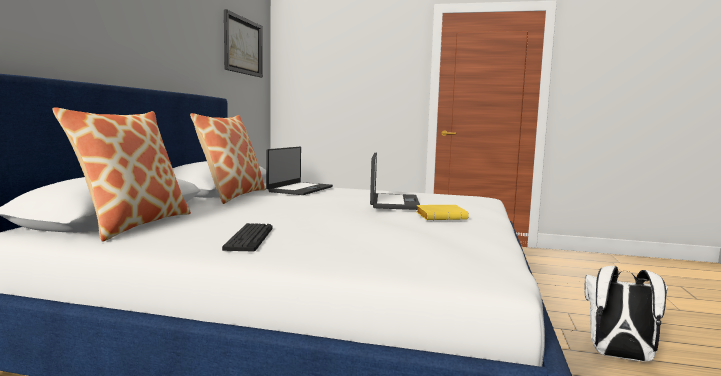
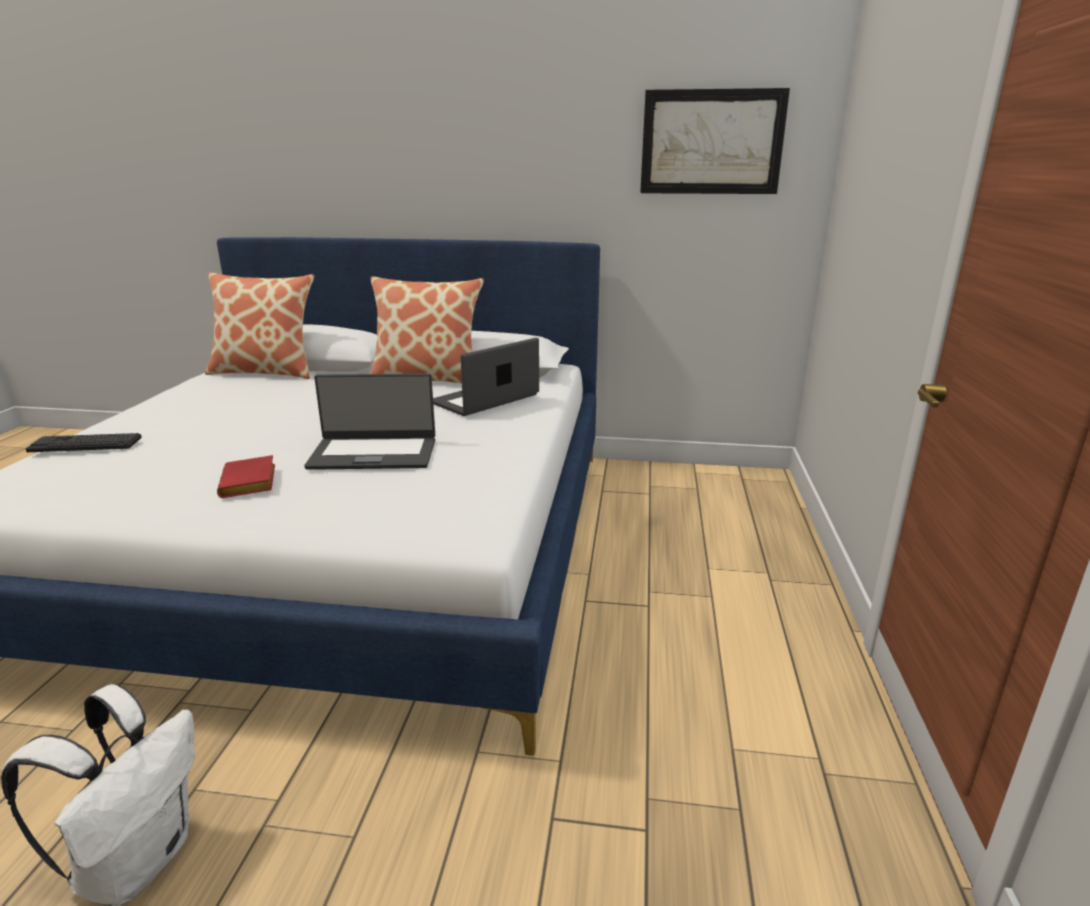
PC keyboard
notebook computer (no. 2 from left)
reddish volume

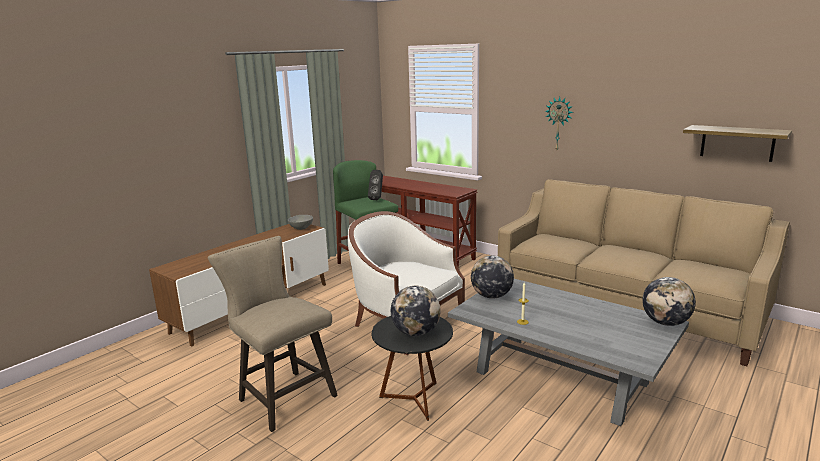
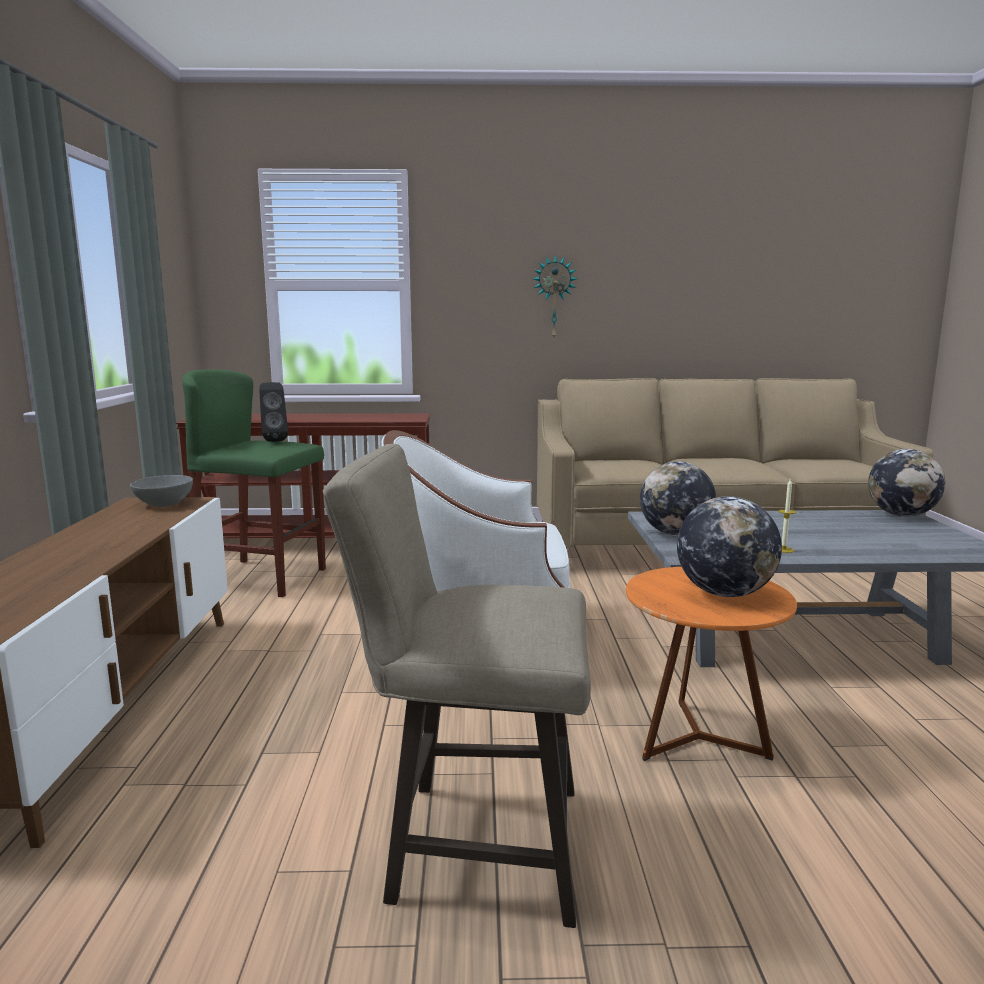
orangey accent table
shelf

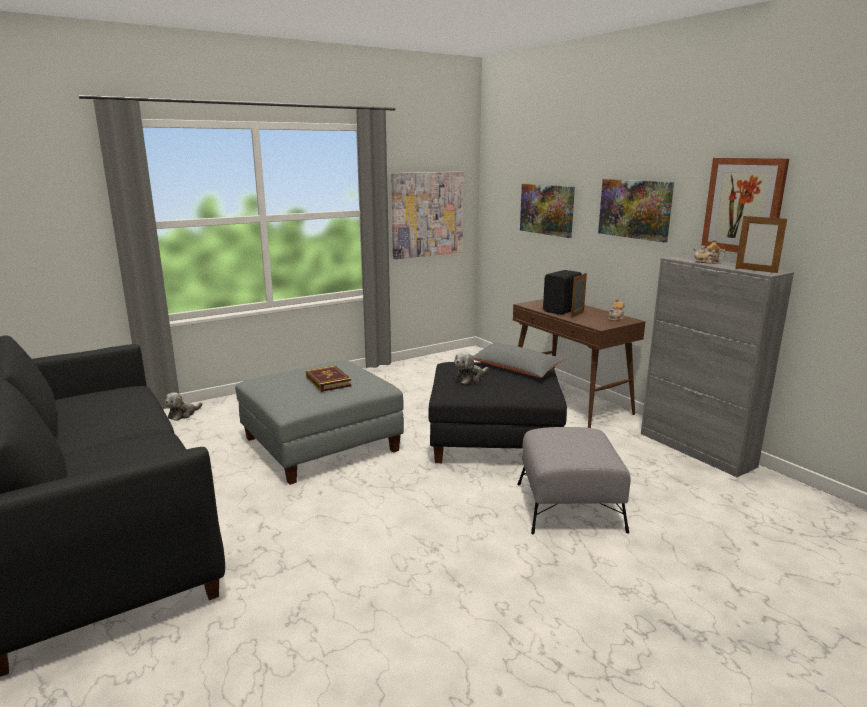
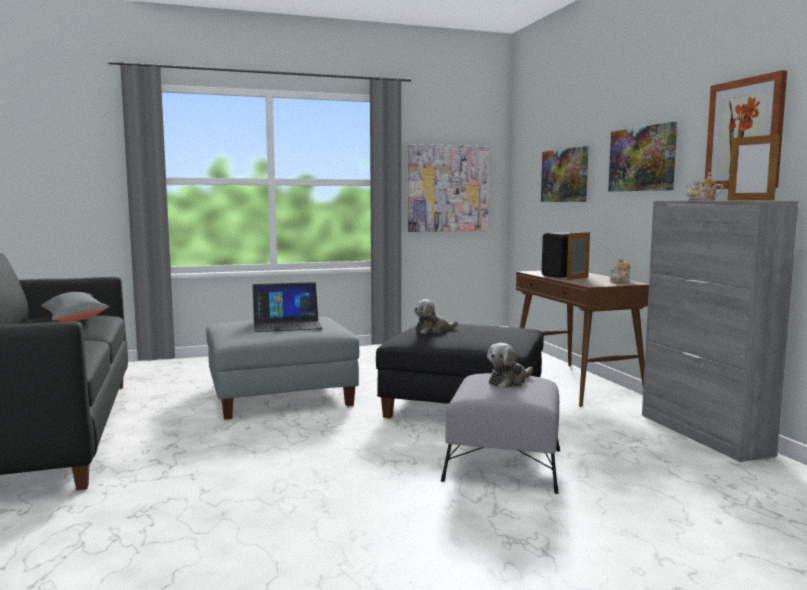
soft toy (no. 2 from left)
notebook computer
greyish cushion

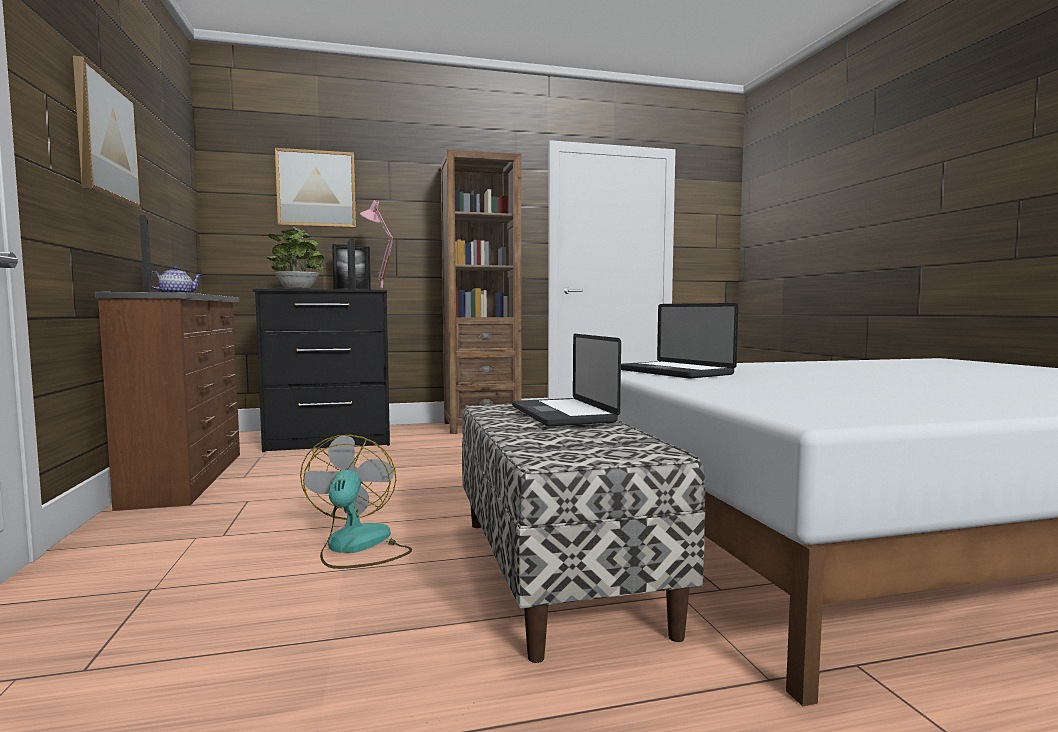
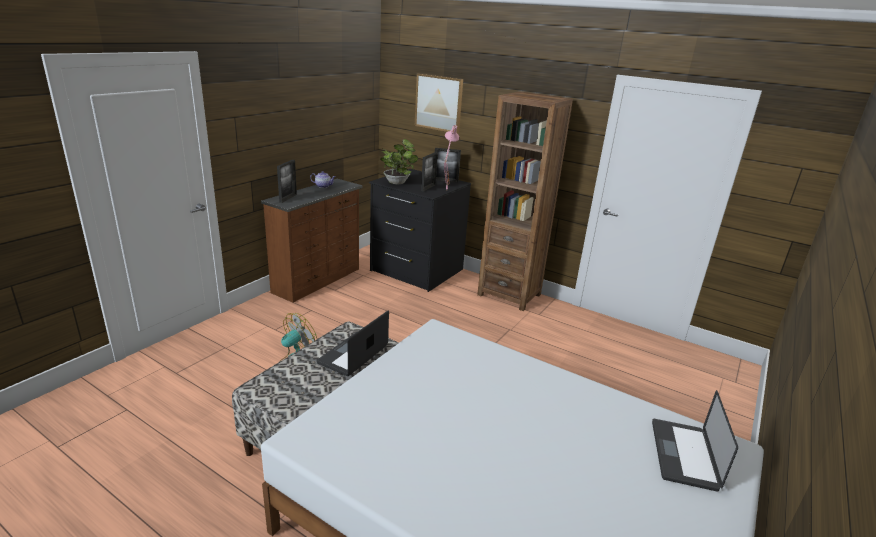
wall picture (no. 1 from left in the first image)
notebook computer (no. 2 from left)

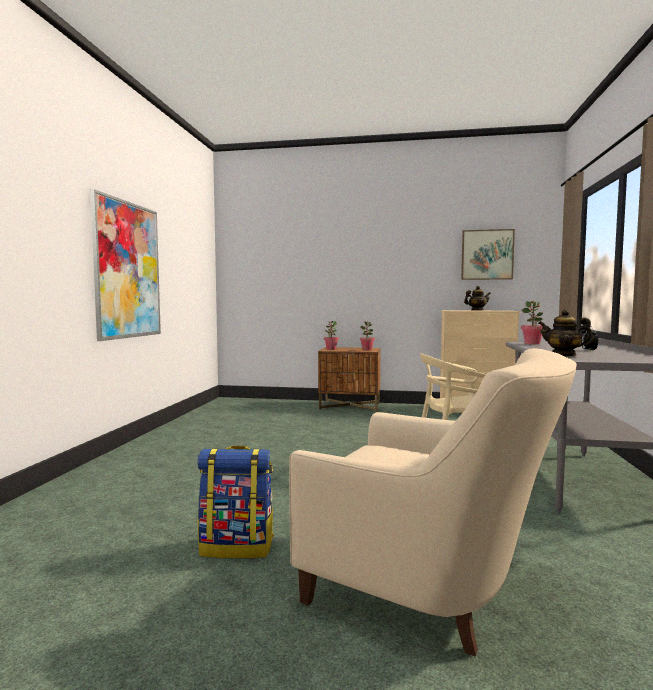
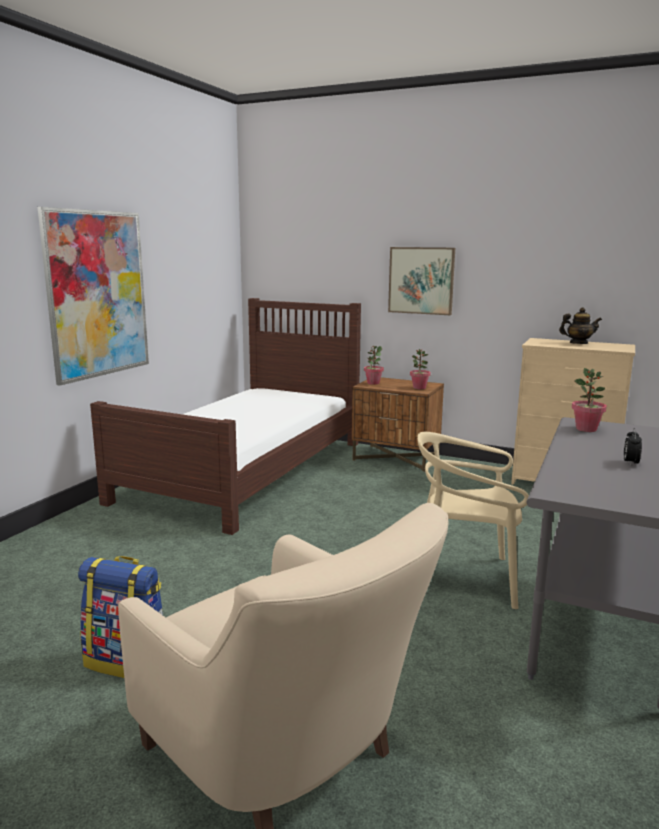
wall picture (no. 2 from left)
teapot (no. 2 from left in the first image)
brown-coloured bedroom bed

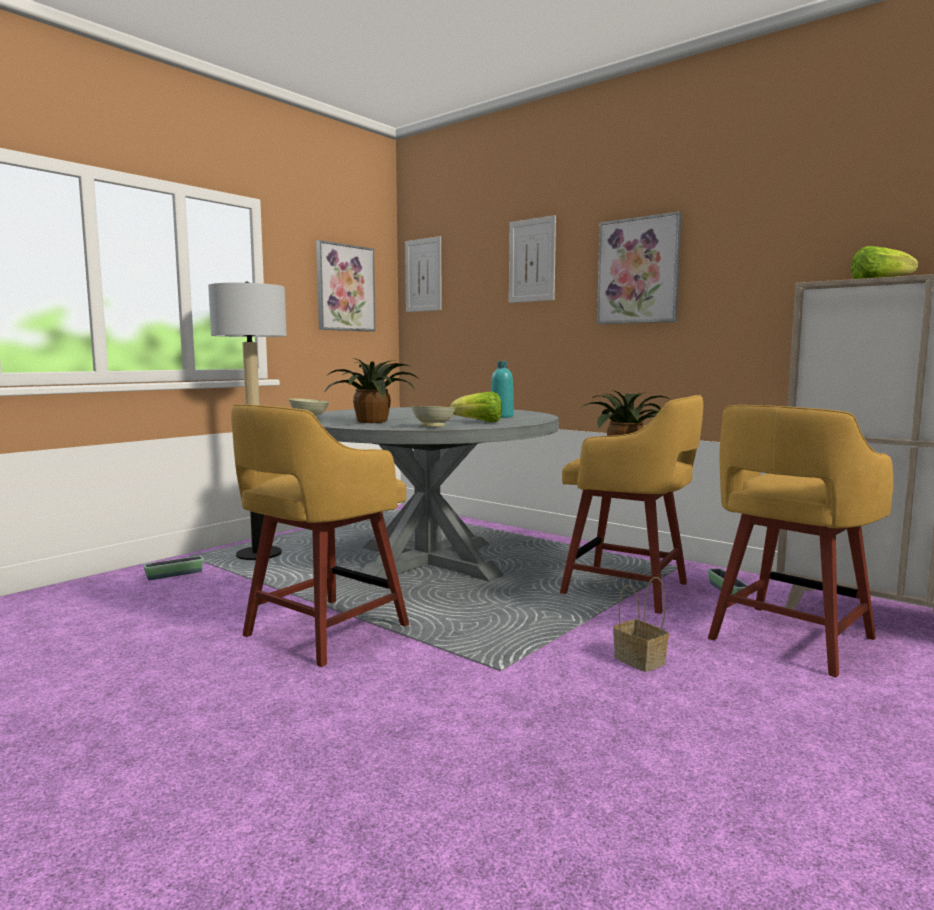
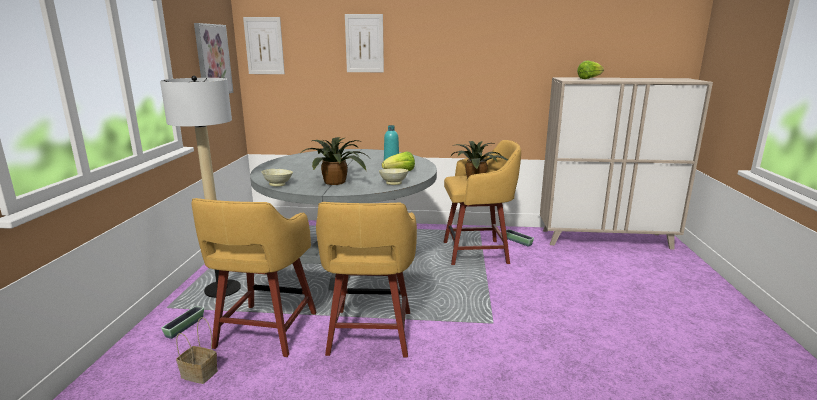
wall picture (no. 4 from left in the first image)
household basket
yellowish stool (no. 1 from left)

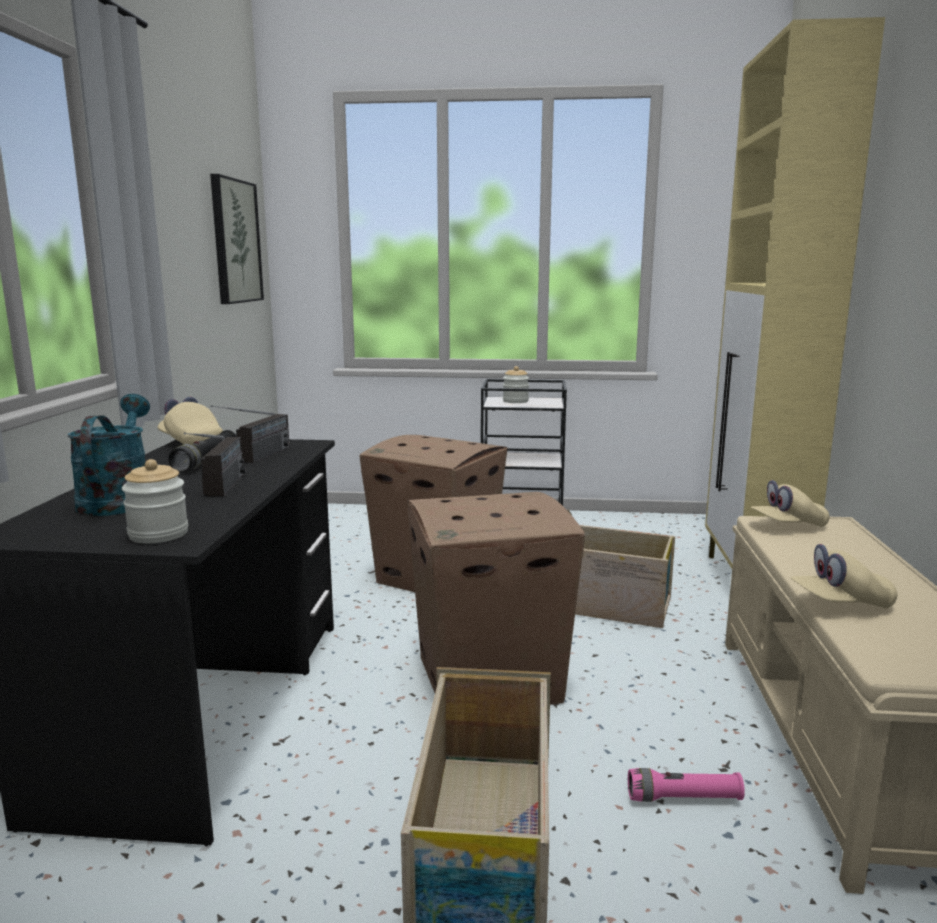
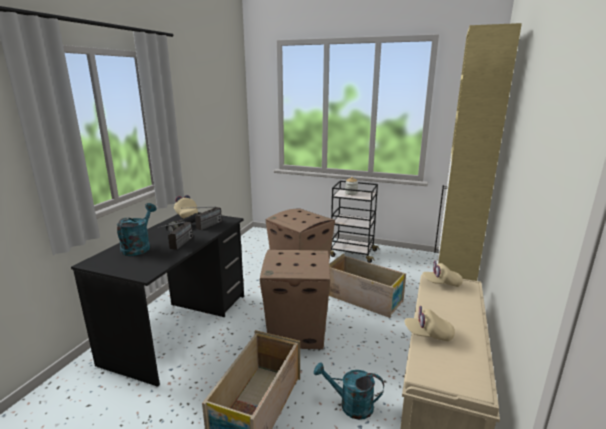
preserve jar (no. 1 from left in the first image)
wall picture
blue-green sprinkling can (no. 2 from left)

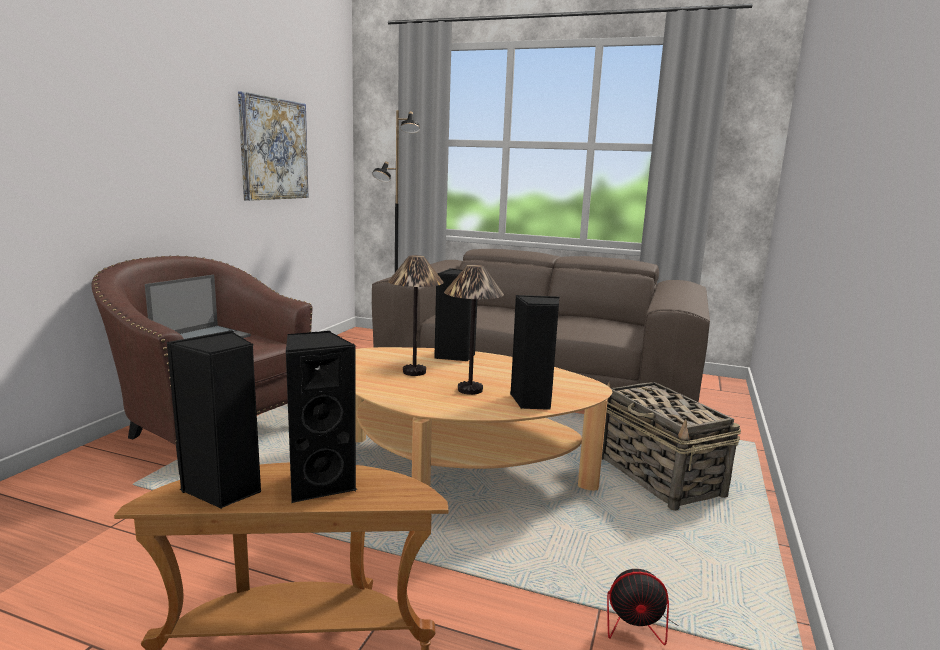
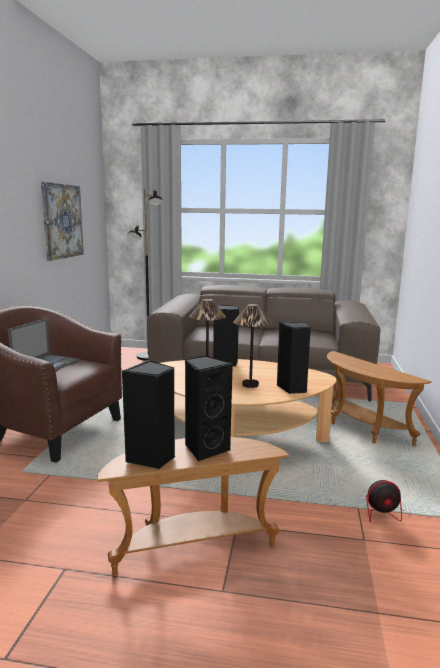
brown-coloured accent table (no. 2 from left)

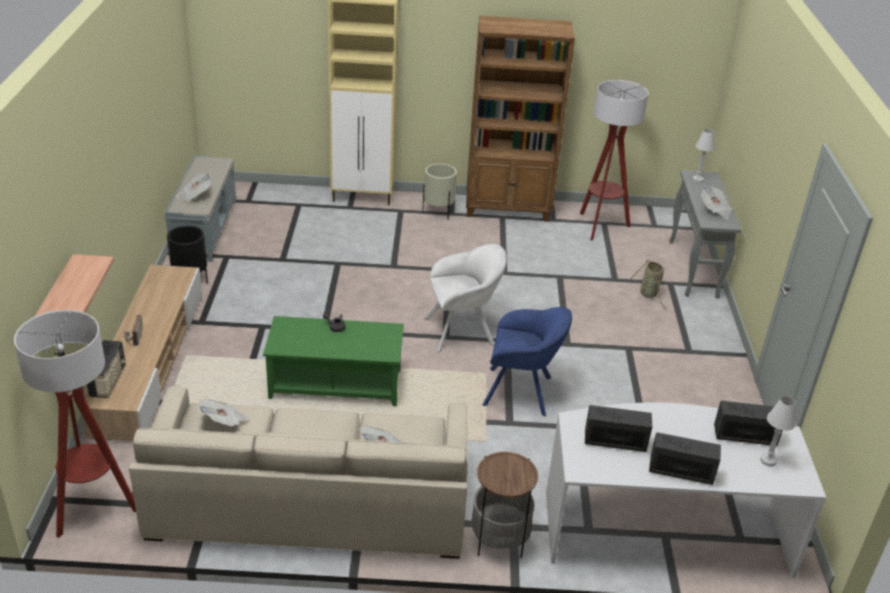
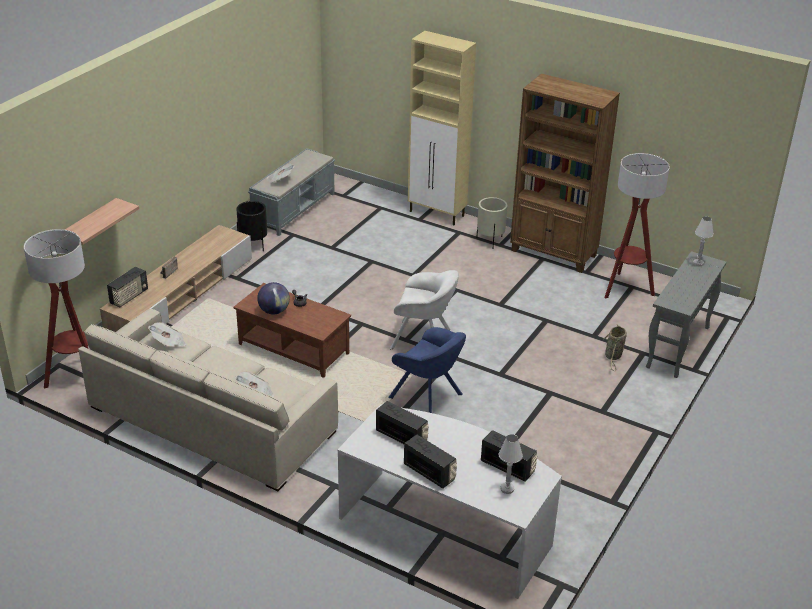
brown-coloured lounge table
accent table
printed paper (no. 4 from left in the first image)
globe

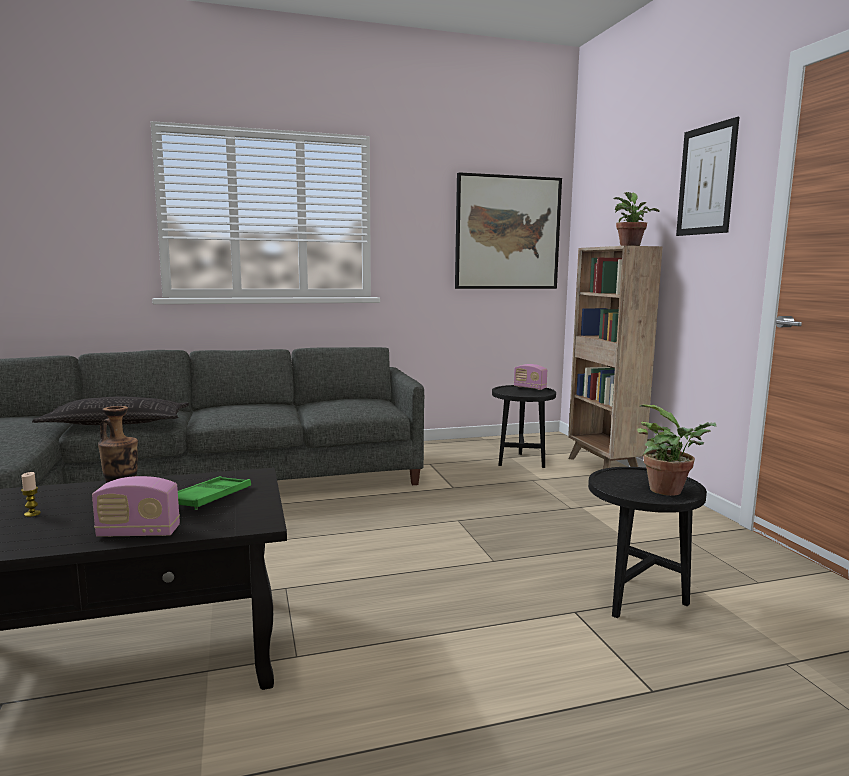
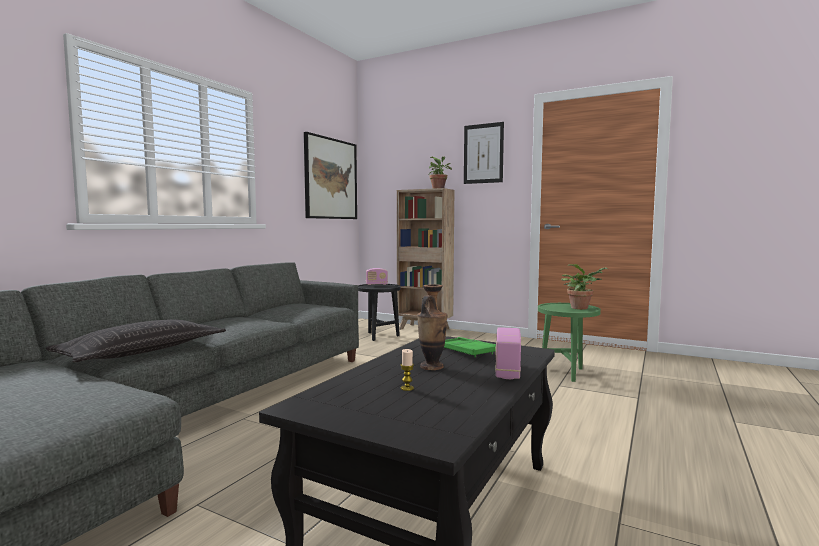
radio (no. 2 from left)
green-coloured accent table

